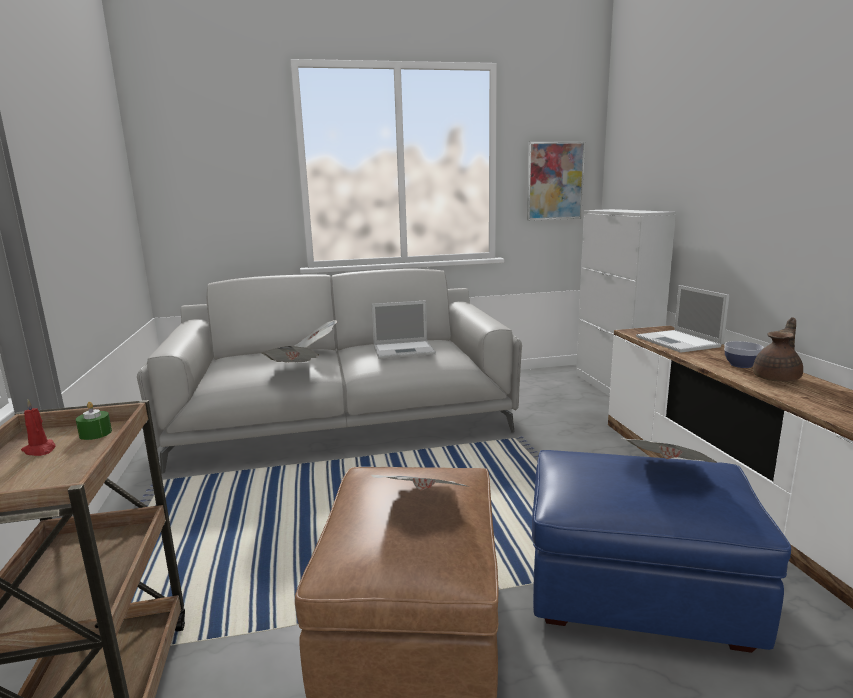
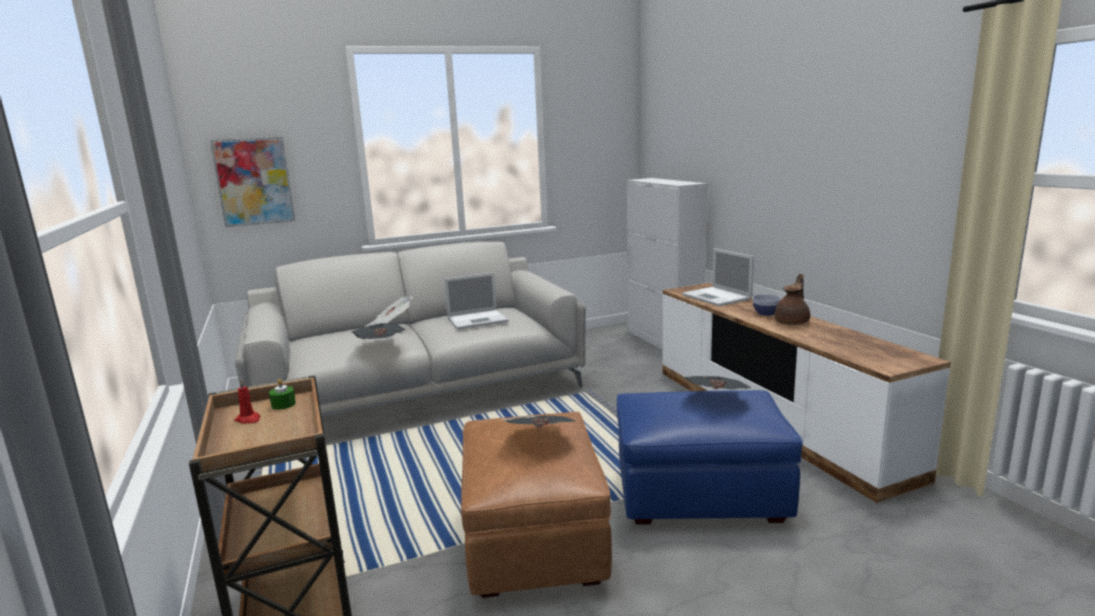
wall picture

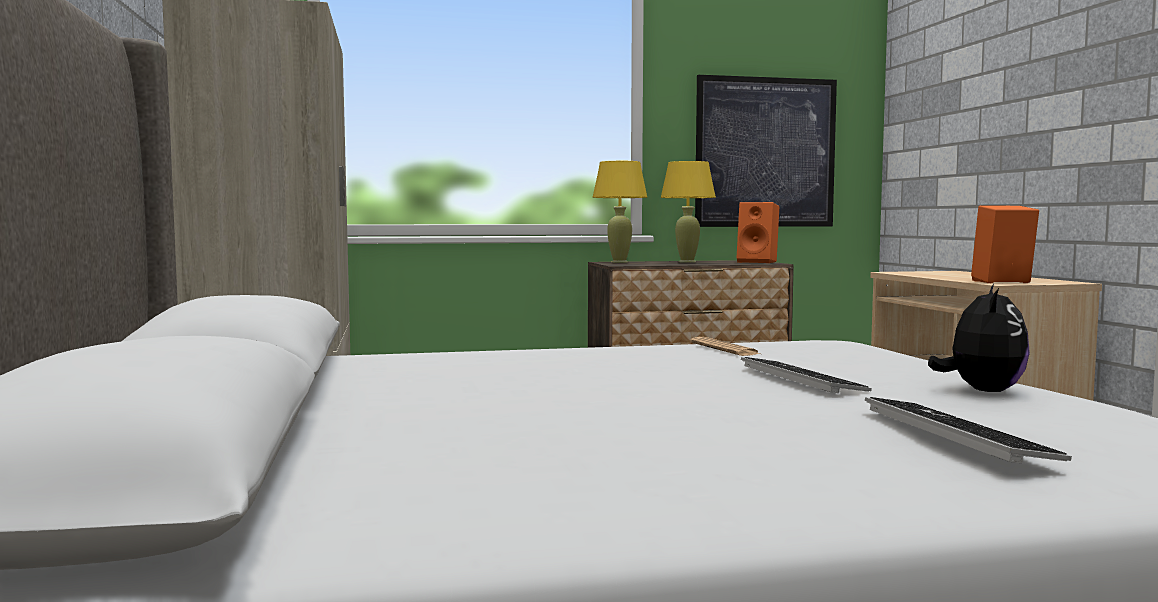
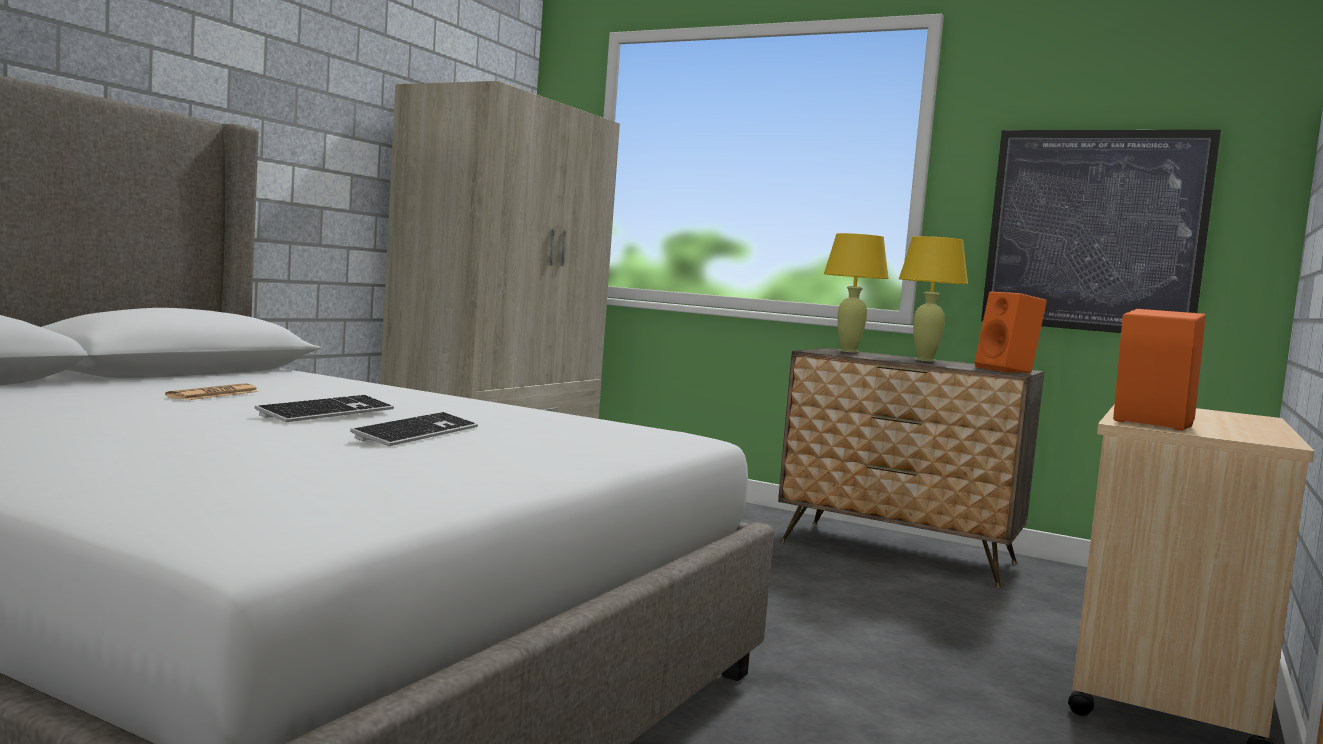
printed paper
PC keyboard (no. 1 from left)
soft toy

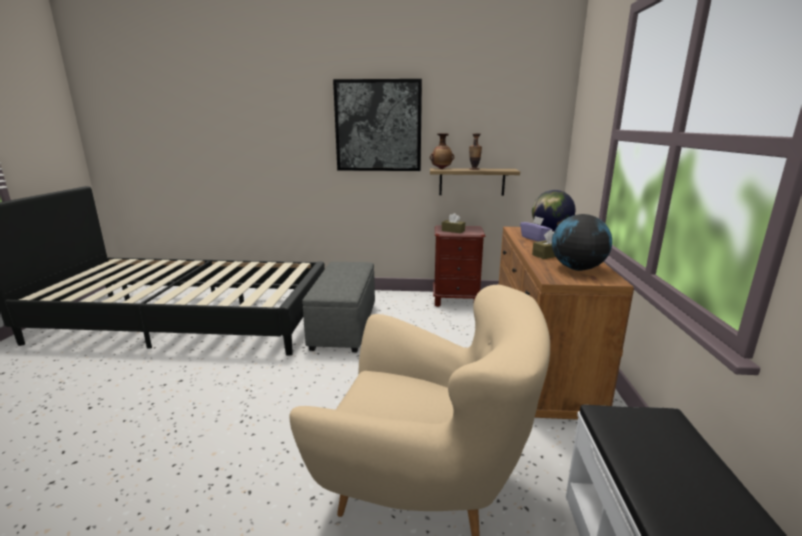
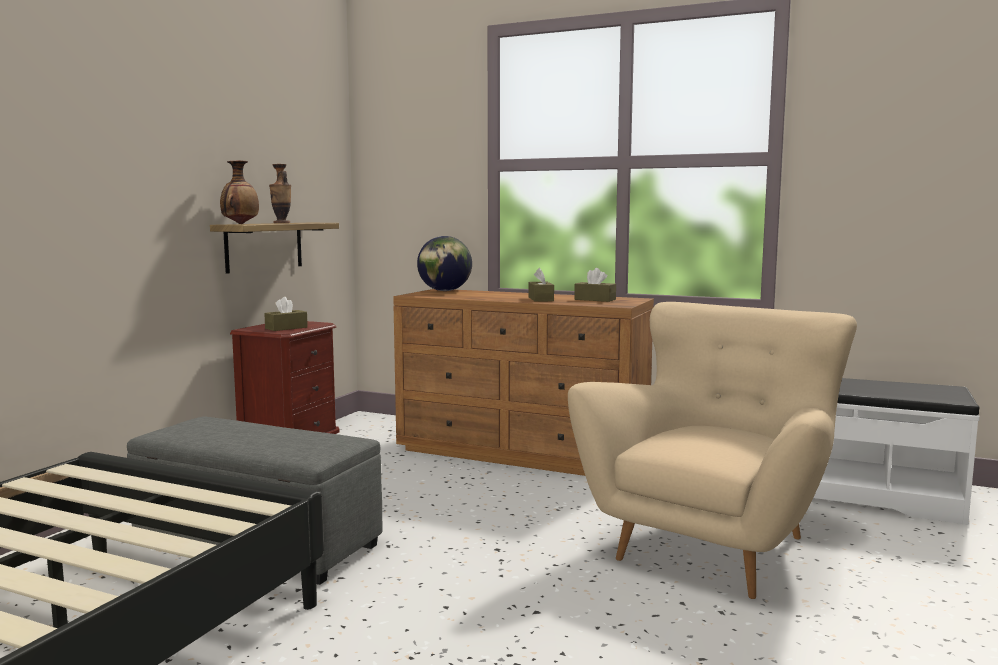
wall picture
purple-coloured box of tissues
brown-coloured box of tissues (no. 3 from left)

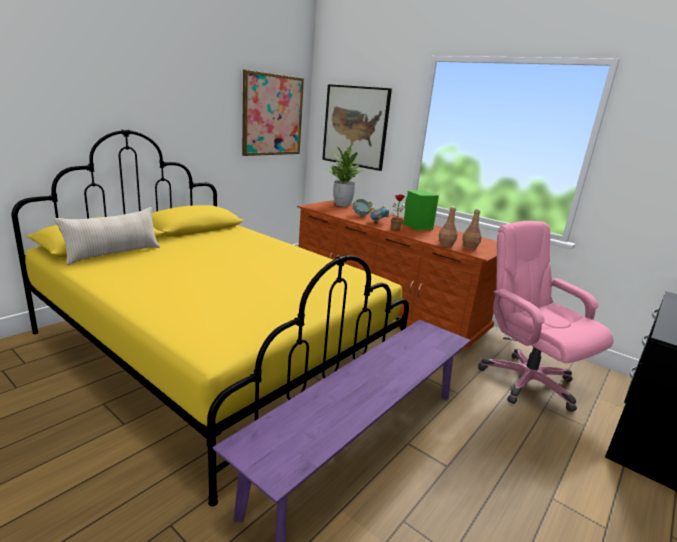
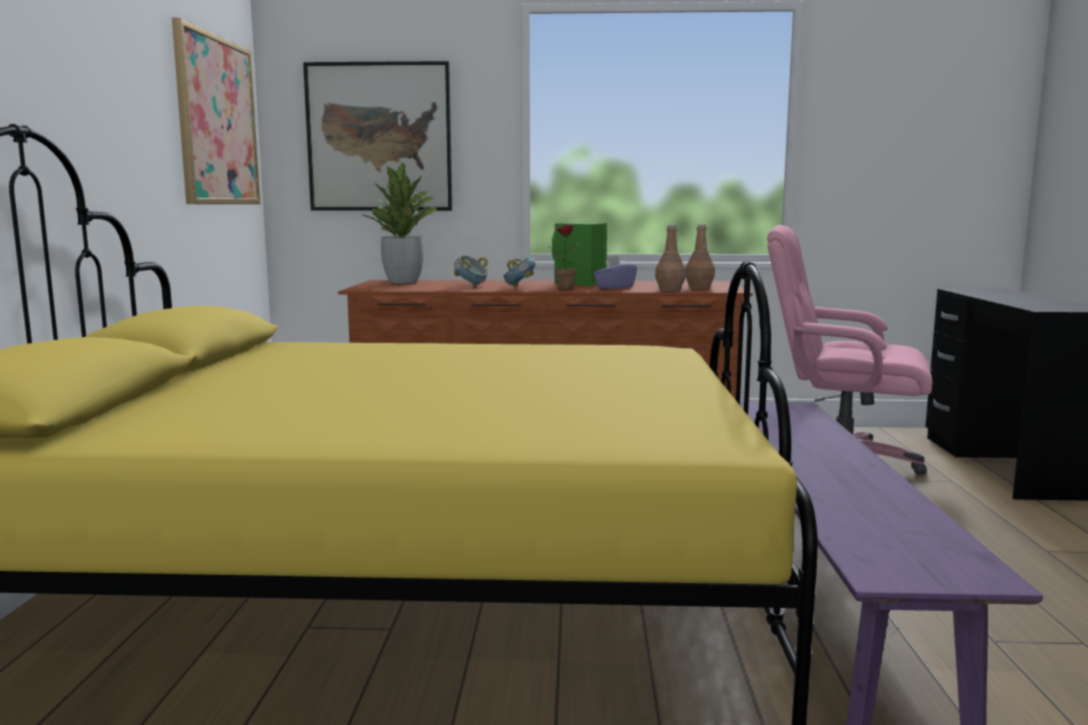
beige cushion
purple-coloured box of tissues

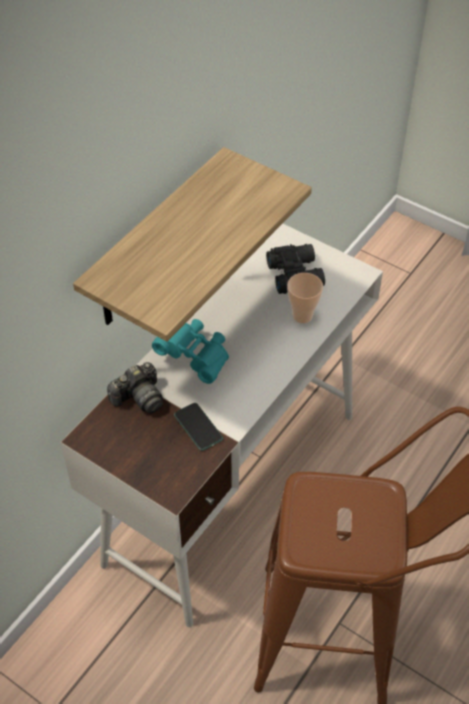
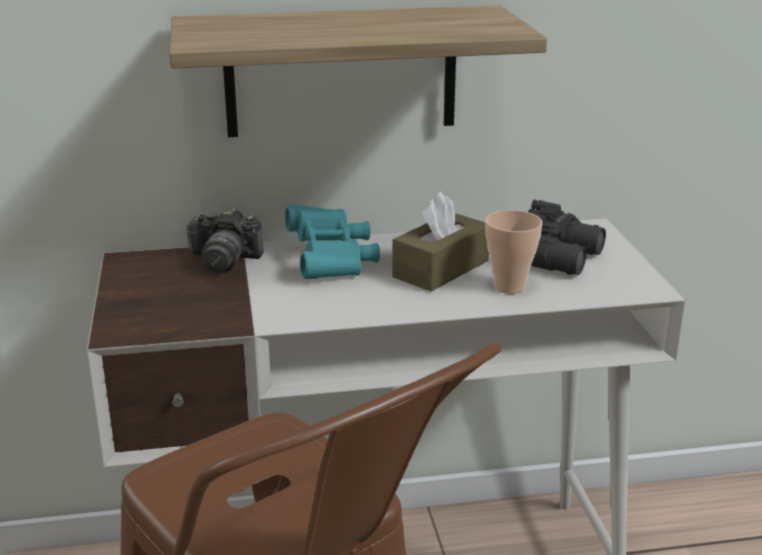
handset
brown-coloured box of tissues

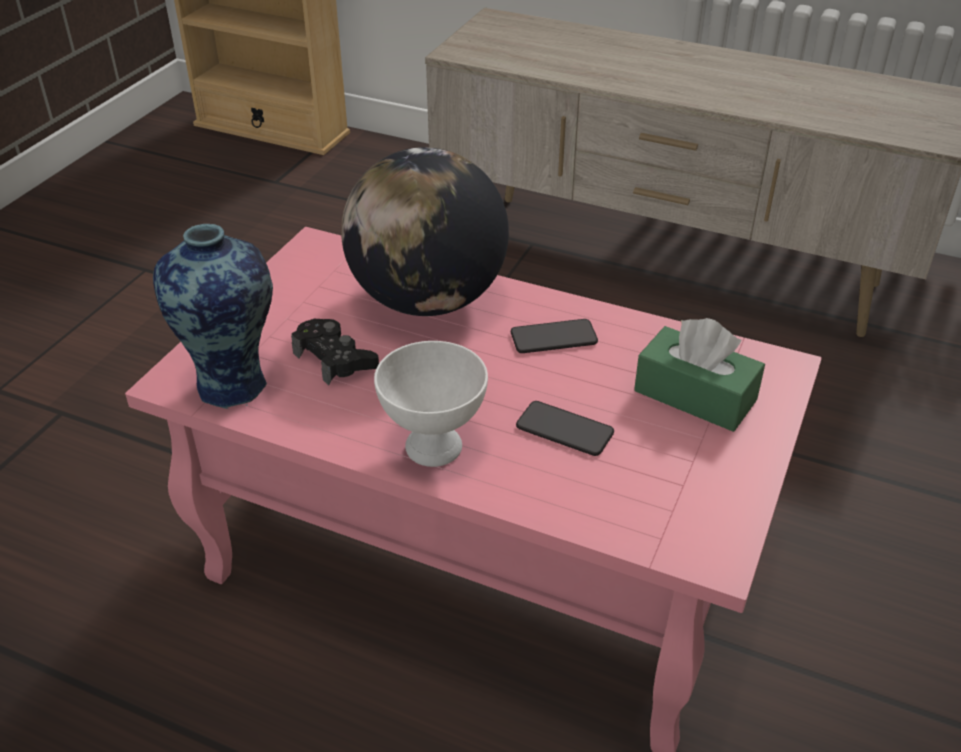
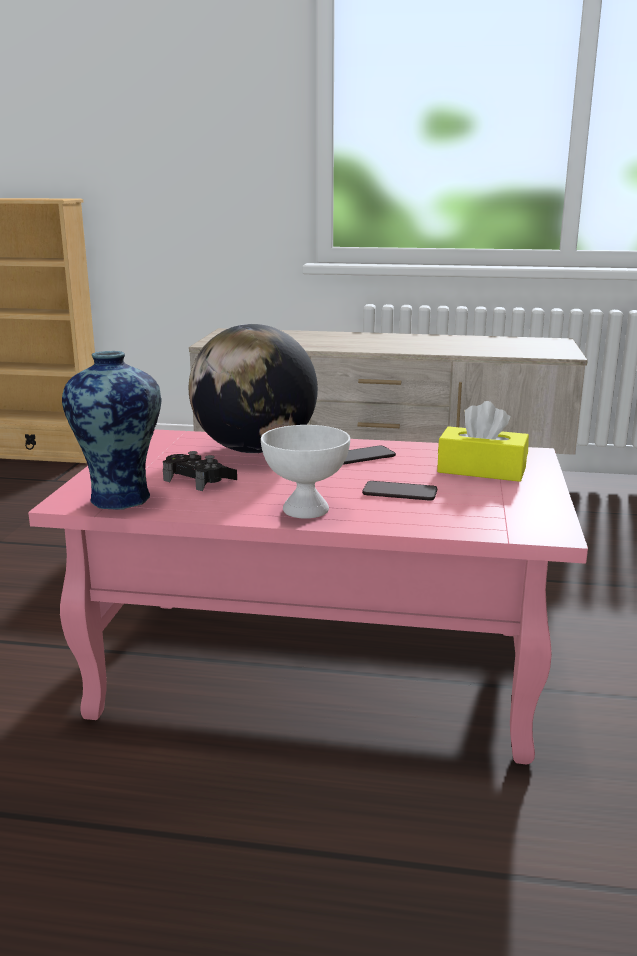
yellowish box of tissues

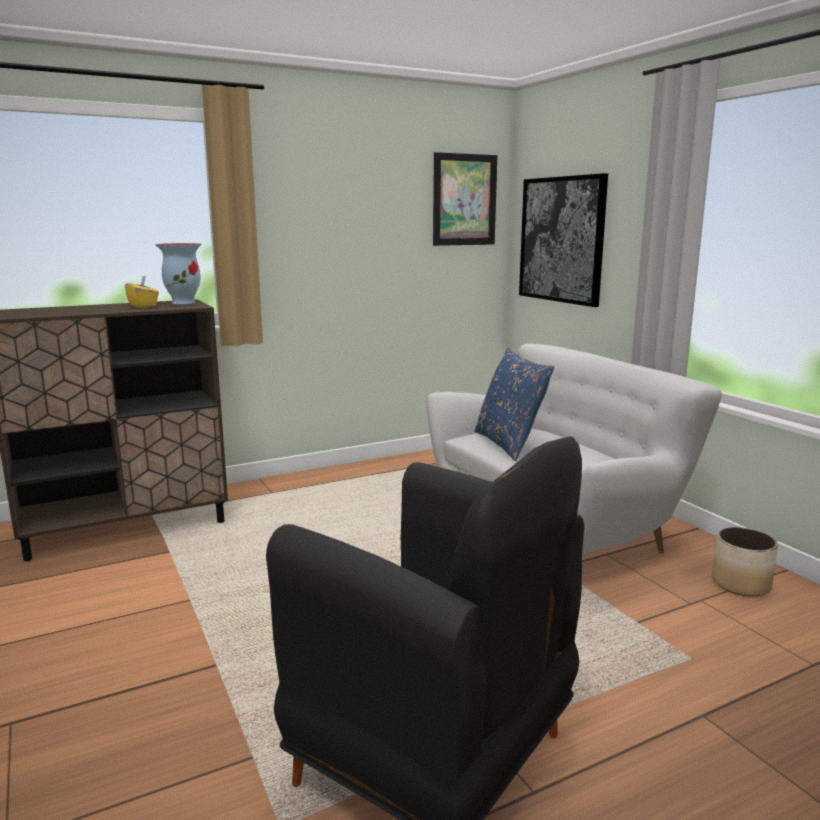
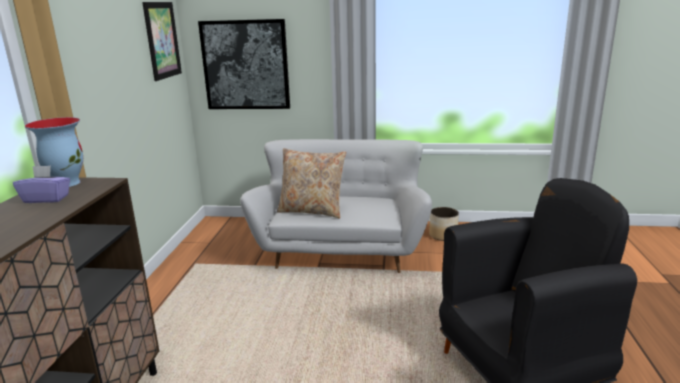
purple-coloured box of tissues
beige cushion

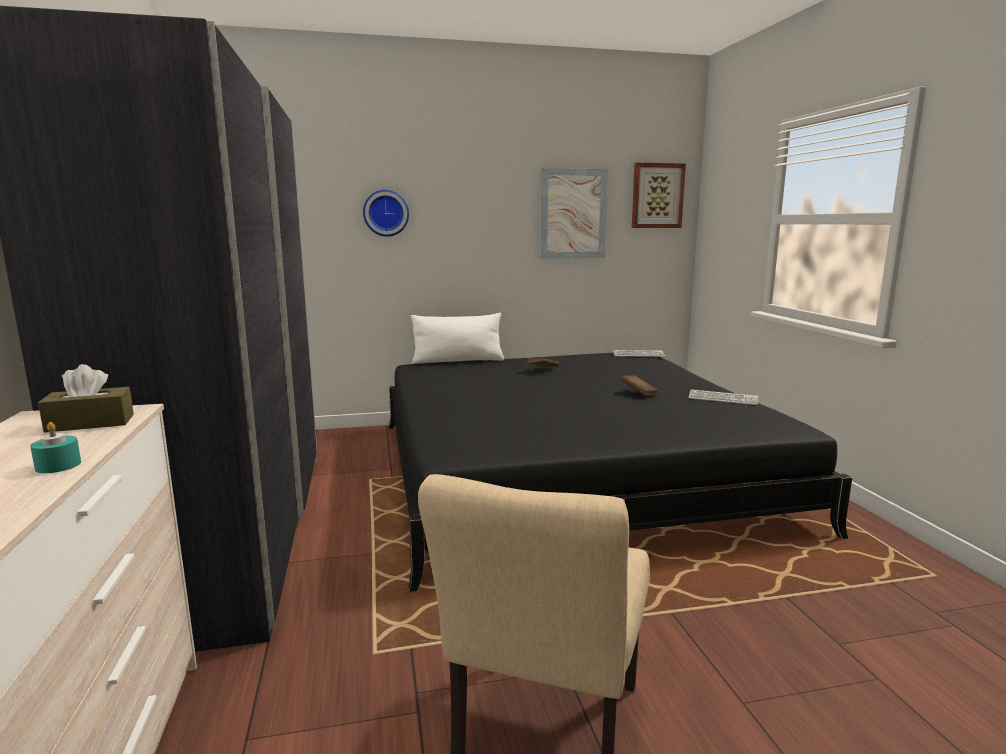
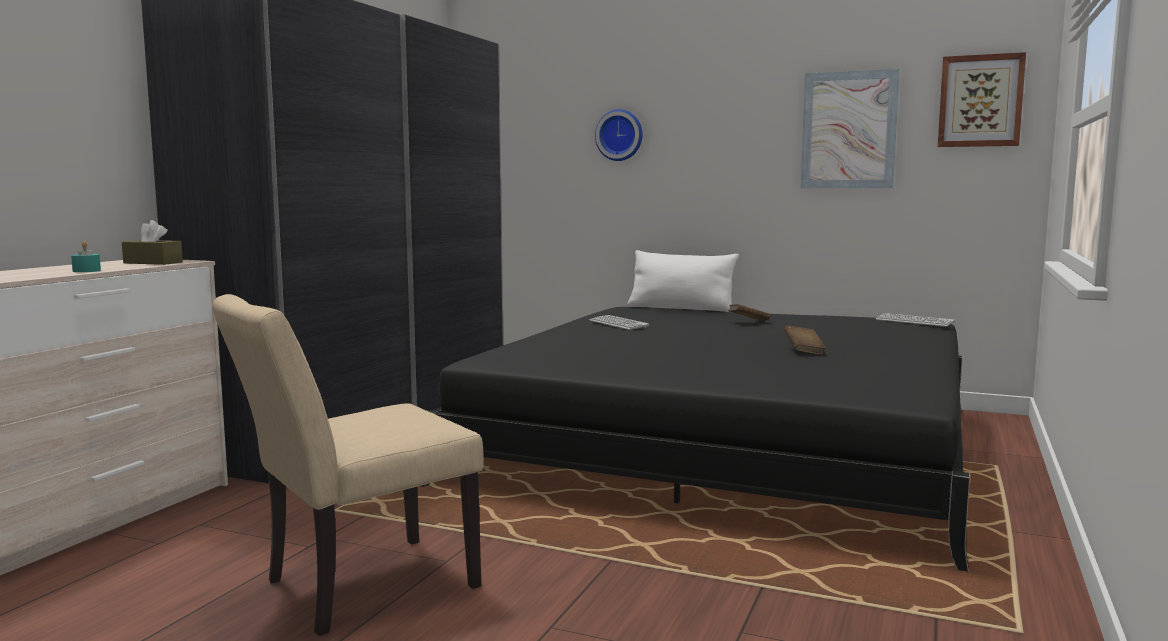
PC keyboard (no. 1 from left)

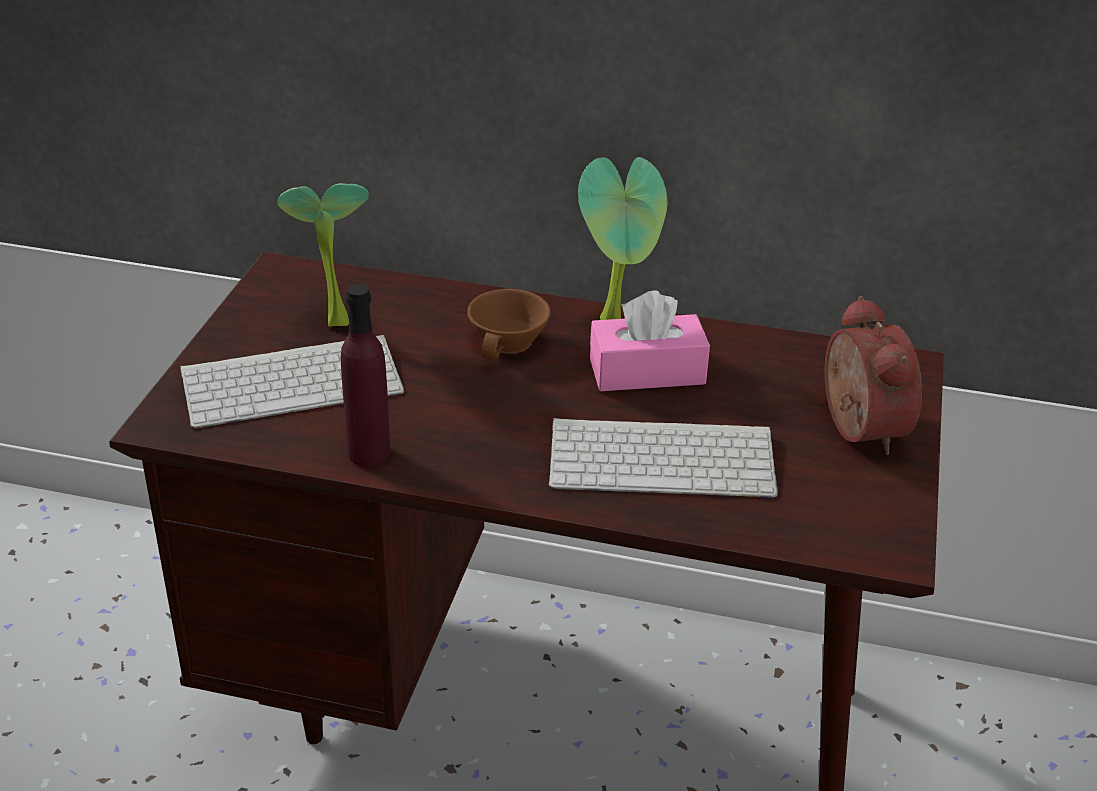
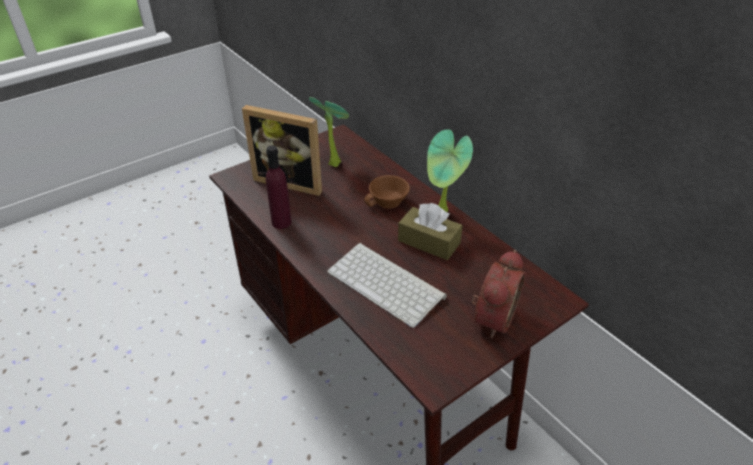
picture frame
brown-coloured box of tissues

